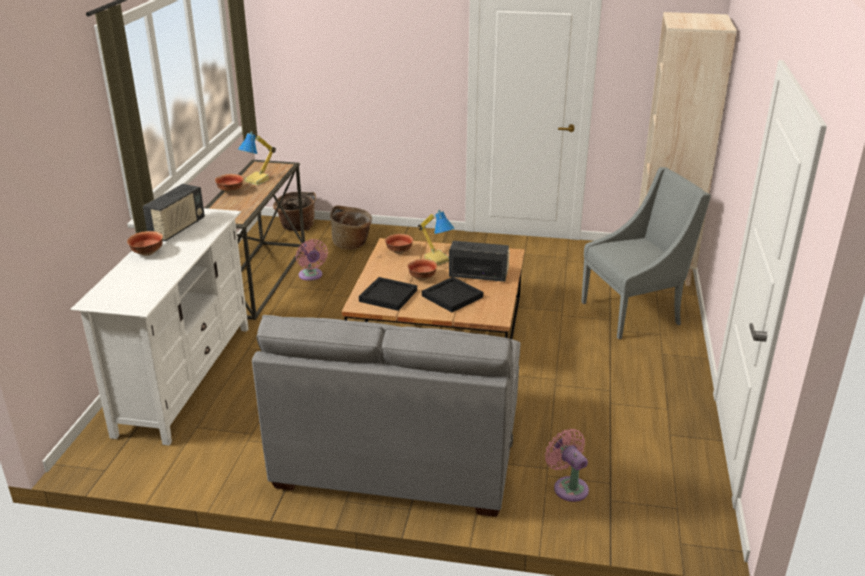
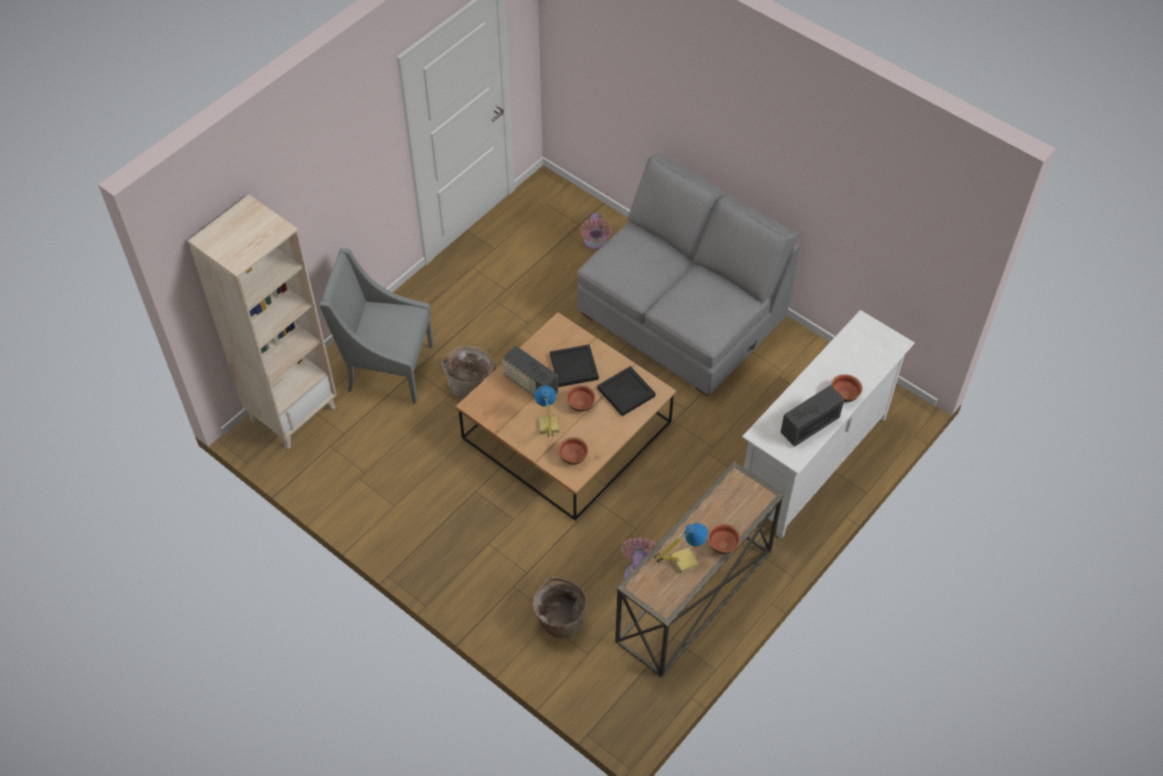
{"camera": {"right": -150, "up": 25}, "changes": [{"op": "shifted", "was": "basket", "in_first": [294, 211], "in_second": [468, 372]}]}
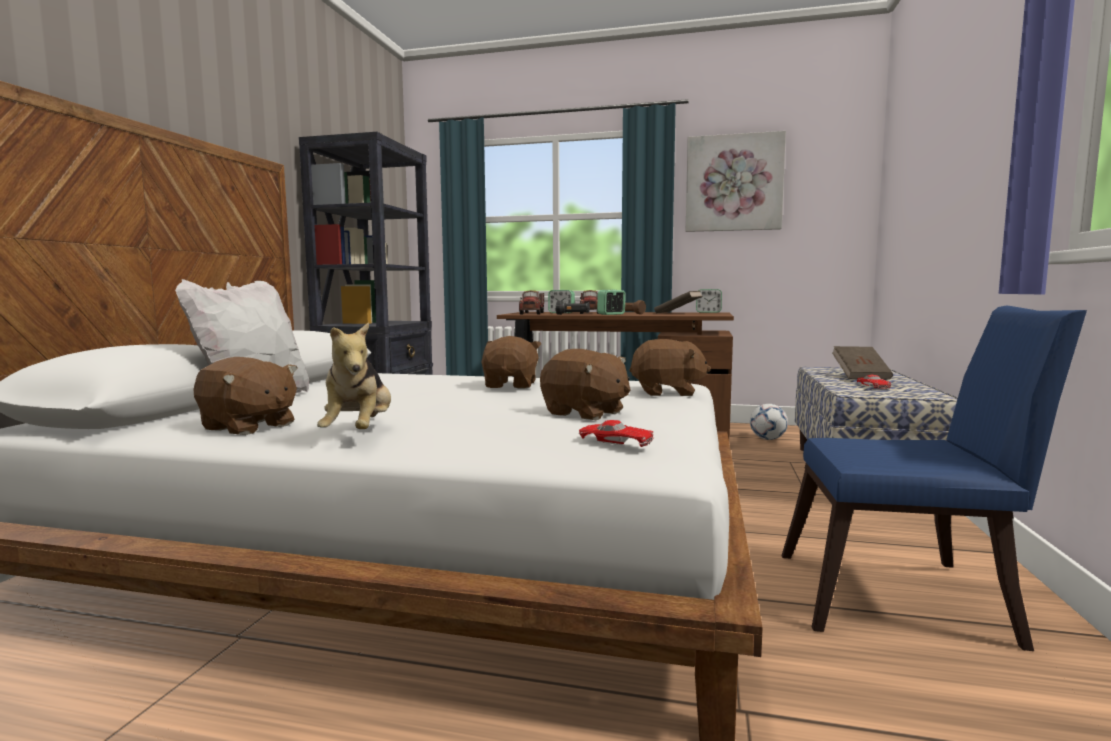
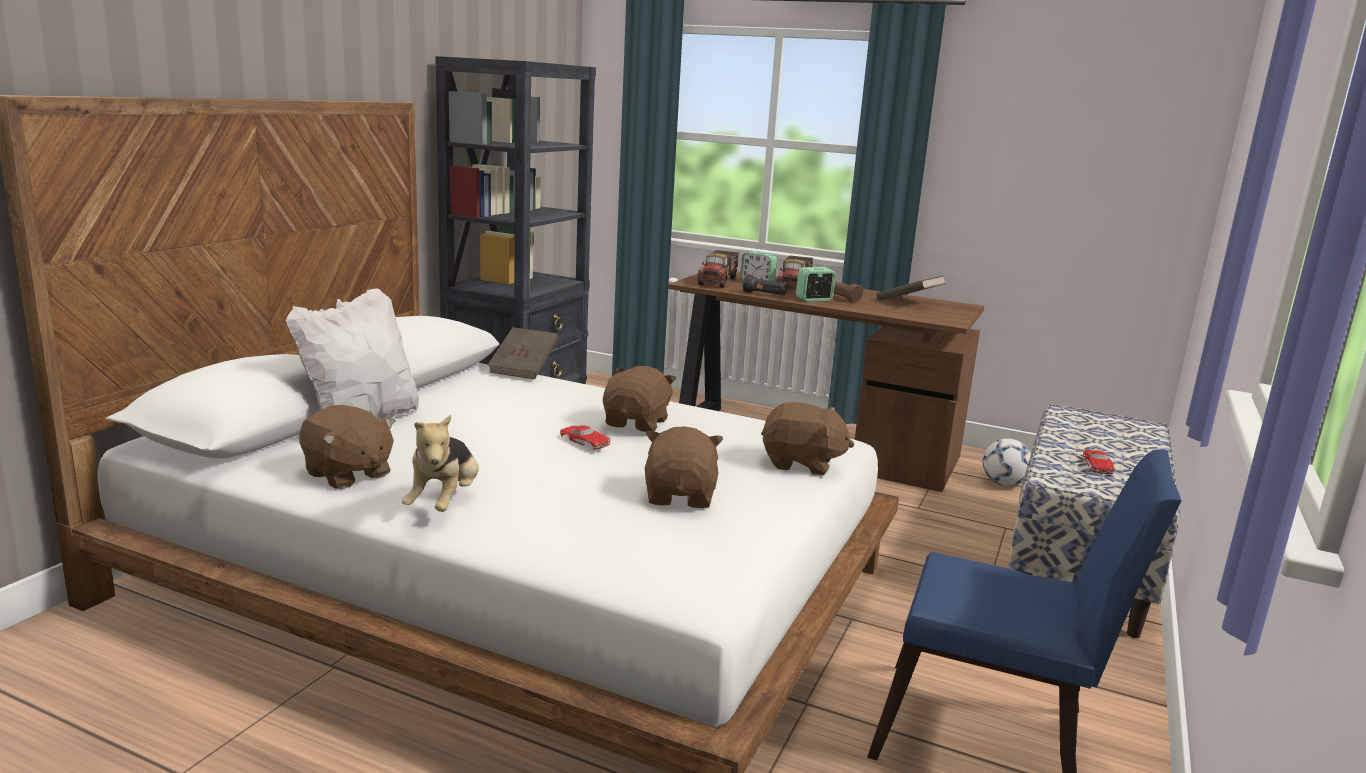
{"camera": {"right": 10, "up": 10}, "changes": [{"op": "shifted", "was": "brownish_volume", "in_first": [862, 362], "in_second": [523, 353]}, {"op": "shifted", "was": "reddish_miniature_car", "in_first": [616, 433], "in_second": [585, 438]}, {"op": "rotated", "was": "brownish_cuddly_toy", "in_first": [585, 384], "in_second": [684, 467], "clockwise": -135}, {"op": "gone", "was": "wall_picture", "in_first": [736, 181]}, {"op": "gone", "was": "alarm_clock", "in_first": [709, 301]}]}
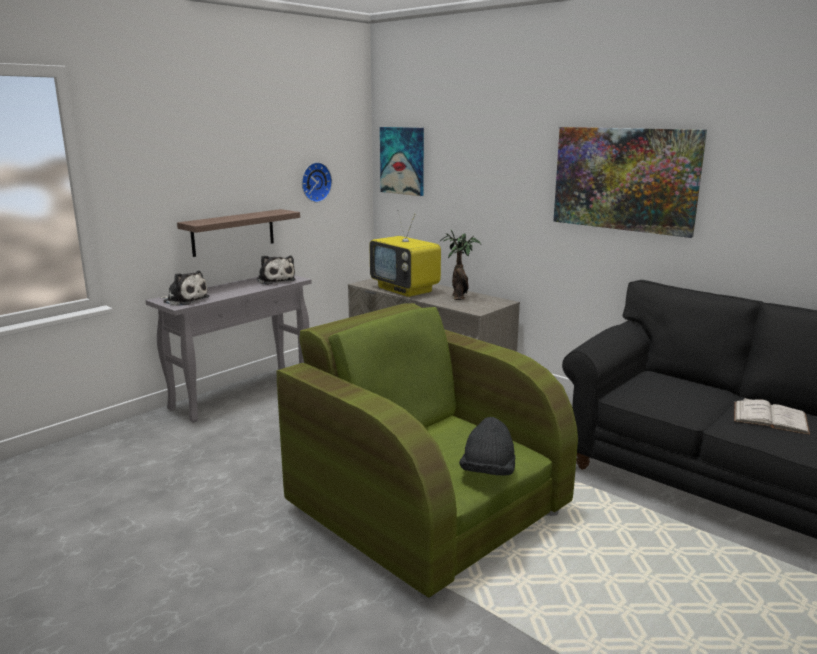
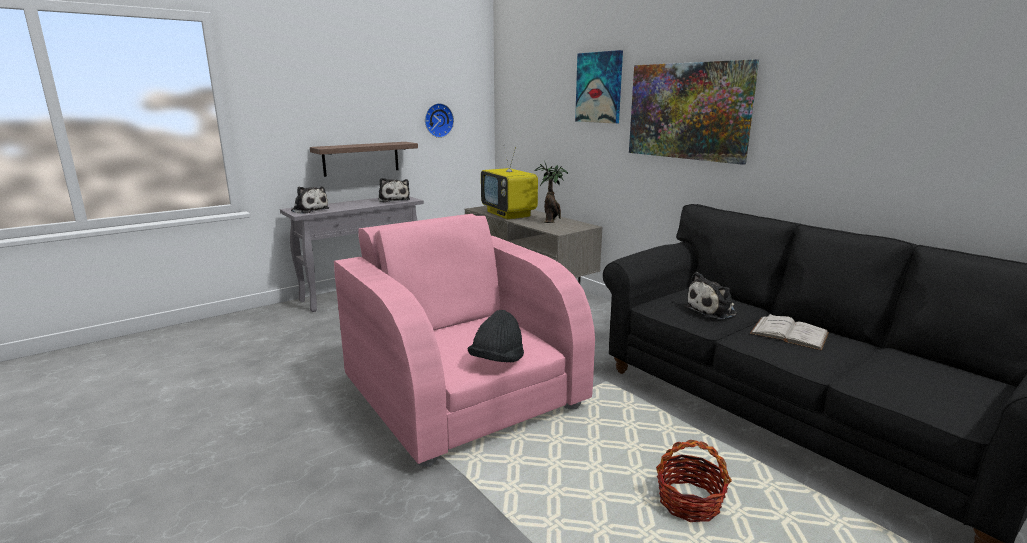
{"camera": {"right": 10, "up": 0}, "changes": [{"op": "repainted", "was": "green_easy_chair", "now": "pinkish_easy_chair", "in_first": [427, 451], "in_second": [464, 340]}, {"op": "shifted", "was": "wall_picture", "in_first": [402, 161], "in_second": [599, 87]}, {"op": "new", "now": "basket", "in_second": [694, 481]}, {"op": "new", "now": "cuddly_toy", "in_second": [710, 295]}]}
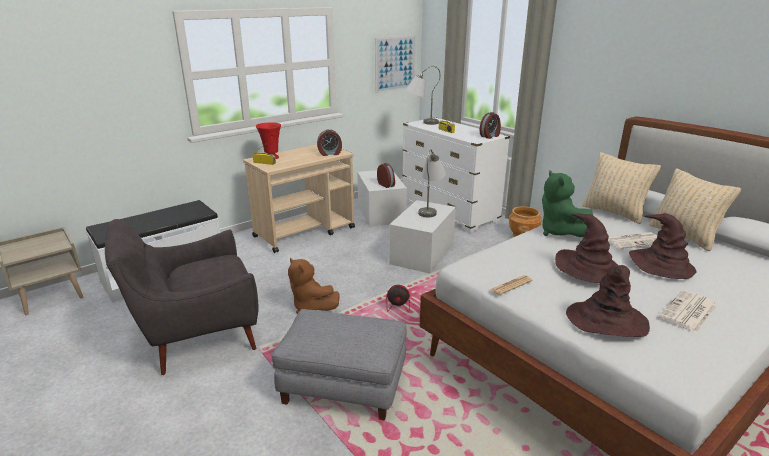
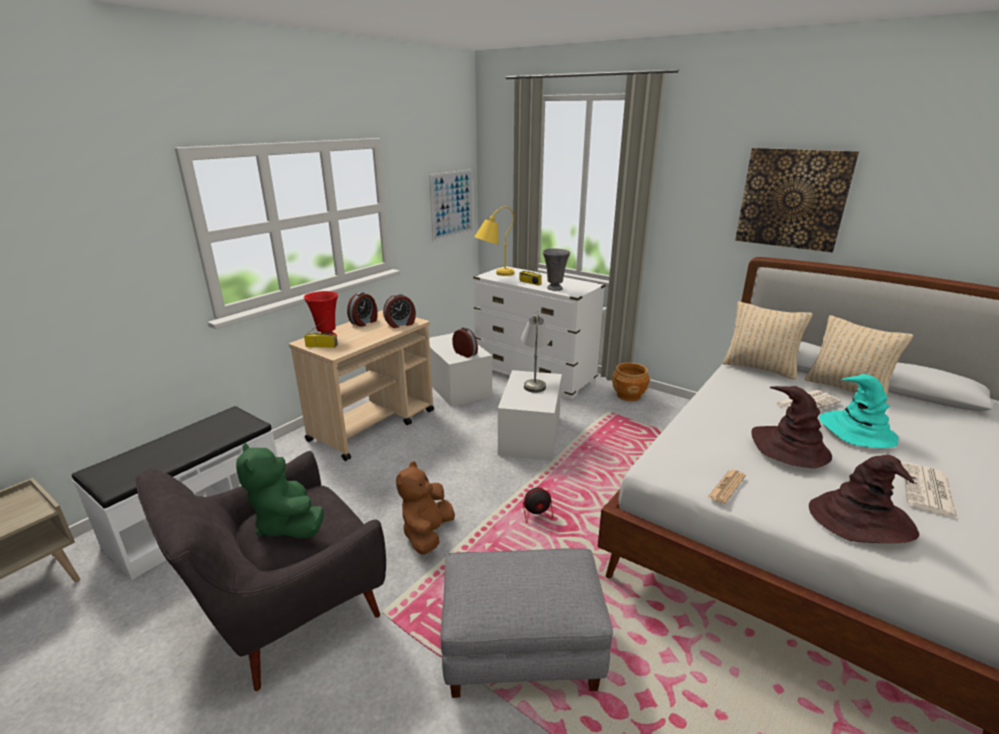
{"camera": {"right": -15, "up": 0}, "changes": [{"op": "shifted", "was": "green_cuddly_toy", "in_first": [567, 203], "in_second": [280, 490]}, {"op": "shifted", "was": "alarm_clock", "in_first": [490, 125], "in_second": [362, 309]}, {"op": "rotated", "was": "brownish_cuddly_toy", "in_first": [314, 286], "in_second": [425, 507], "clockwise": 75}, {"op": "repainted", "was": "gray_table_lamp", "now": "yellow_table_lamp", "in_first": [422, 95], "in_second": [494, 241]}, {"op": "new", "now": "gray_flower_vase", "in_second": [556, 269]}, {"op": "new", "now": "wall_picture", "in_second": [797, 200]}, {"op": "repainted", "was": "brownish_wearable_hat", "now": "turquoise_wearable_hat", "in_first": [663, 246], "in_second": [858, 411]}]}
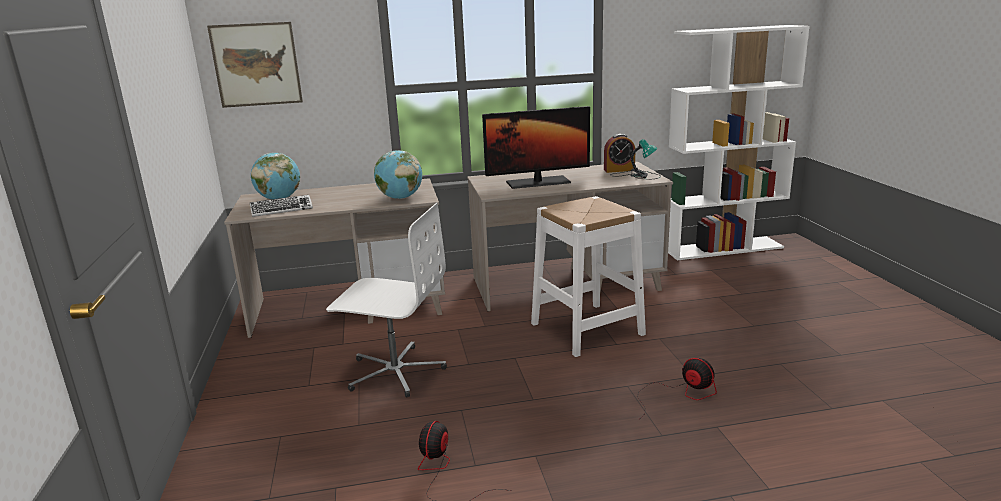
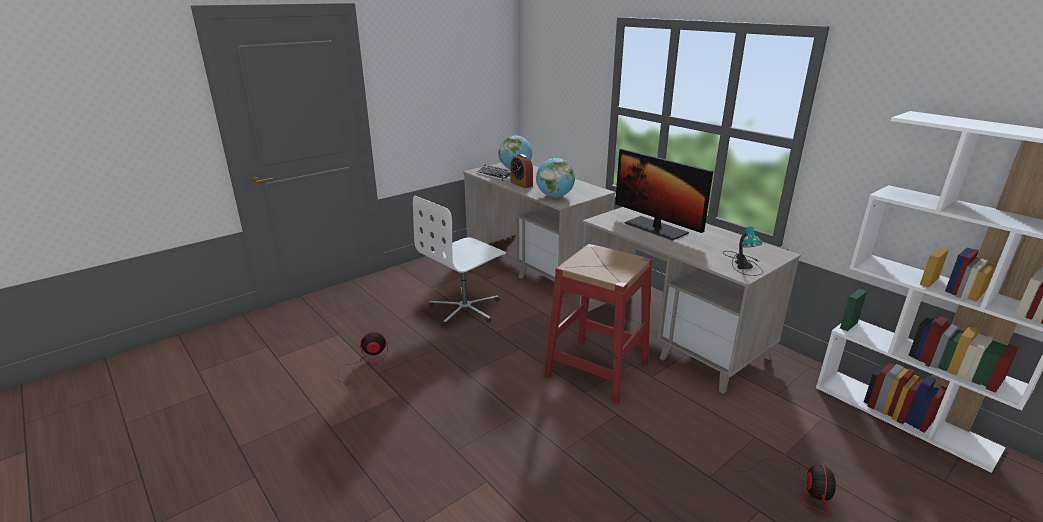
{"camera": {"right": 60, "up": 5}, "changes": [{"op": "rotated", "was": "whitish_computer_chair", "in_first": [386, 300], "in_second": [459, 261], "clockwise": 60}, {"op": "shifted", "was": "alarm_clock", "in_first": [619, 153], "in_second": [522, 171]}, {"op": "repainted", "was": "whitish_sitting_stool", "now": "reddish_sitting_stool", "in_first": [588, 276], "in_second": [598, 324]}, {"op": "shifted", "was": "cooling_fan", "in_first": [677, 389], "in_second": [784, 487]}, {"op": "gone", "was": "wall_picture", "in_first": [255, 65]}]}
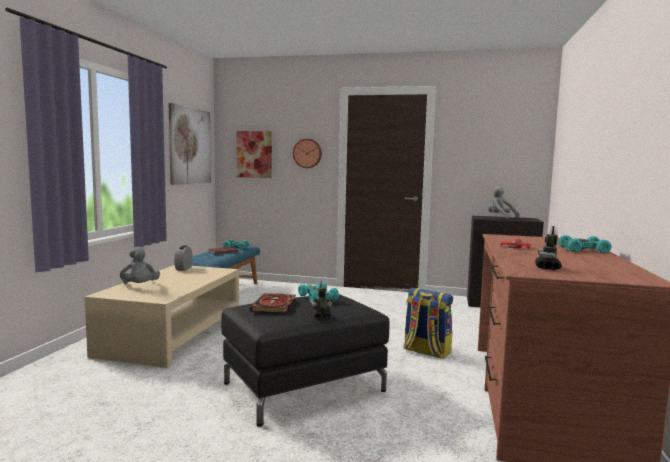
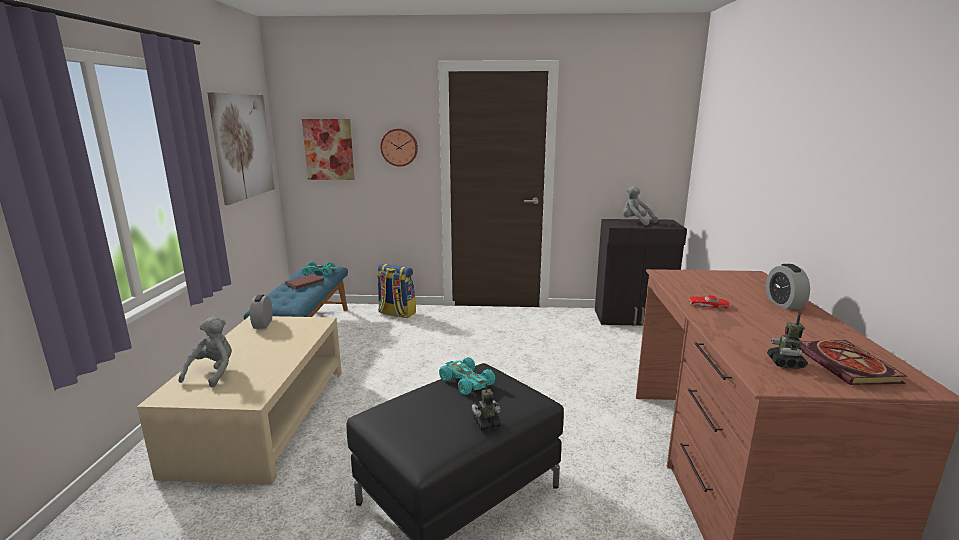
{"camera": {"right": -10, "up": 10}, "changes": [{"op": "rotated", "was": "gray_cuddly_toy", "in_first": [140, 265], "in_second": [205, 352], "clockwise": -135}, {"op": "shifted", "was": "knapsack", "in_first": [428, 323], "in_second": [396, 291]}, {"op": "swapped", "was": "turquoise_miniature_car", "now": "alarm_clock", "in_first": [584, 244], "in_second": [788, 286]}, {"op": "shifted", "was": "volume", "in_first": [273, 303], "in_second": [854, 362]}]}
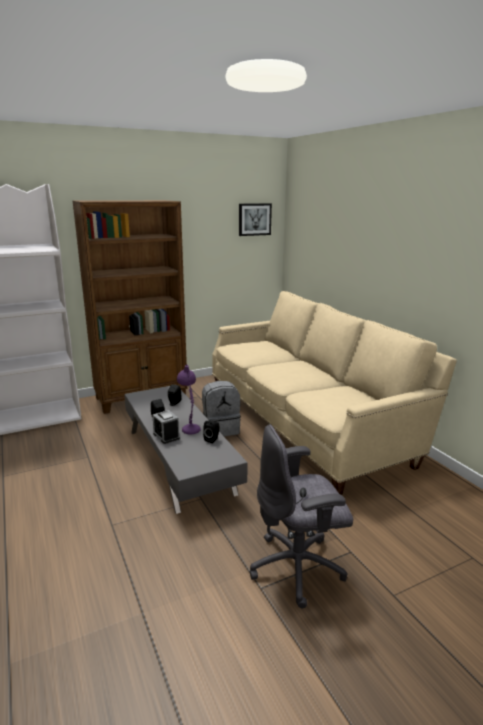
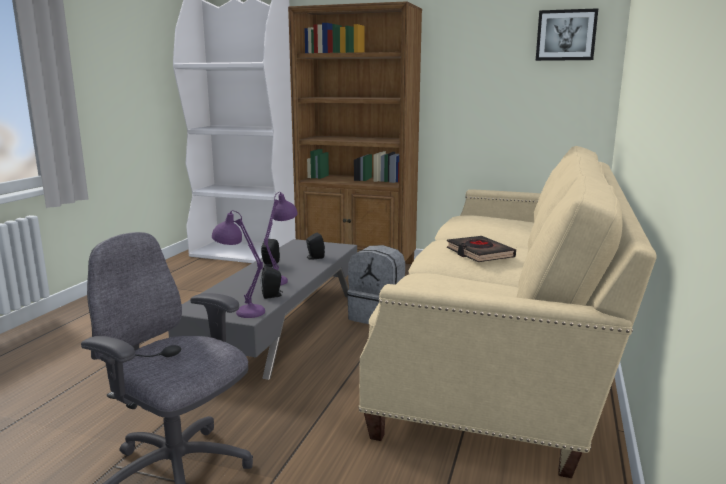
{"camera": {"right": 45, "up": -5}, "changes": [{"op": "new", "now": "purplish_table_lamp", "in_second": [238, 264]}, {"op": "new", "now": "black_volume", "in_second": [481, 249]}, {"op": "gone", "was": "alarm_clock", "in_first": [166, 427]}]}
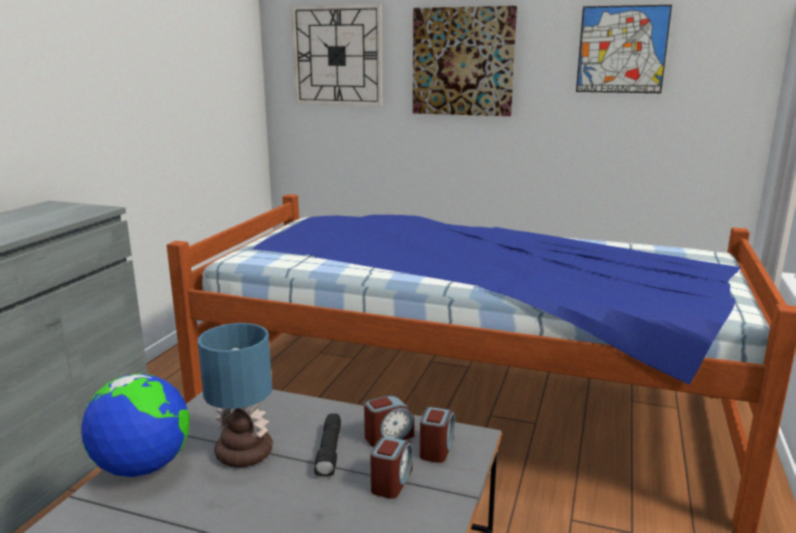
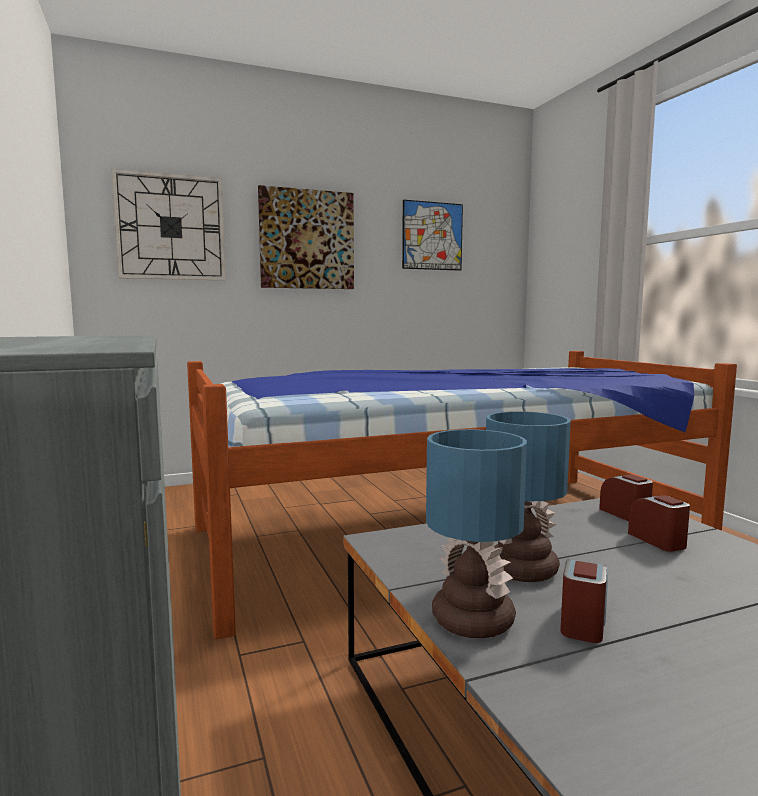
{"camera": {"right": -40, "up": -10}, "changes": [{"op": "swapped", "was": "world_globe", "now": "table_lamp", "in_first": [135, 425], "in_second": [476, 533]}, {"op": "shifted", "was": "alarm_clock", "in_first": [389, 421], "in_second": [584, 601]}, {"op": "gone", "was": "black_torch", "in_first": [327, 444]}]}
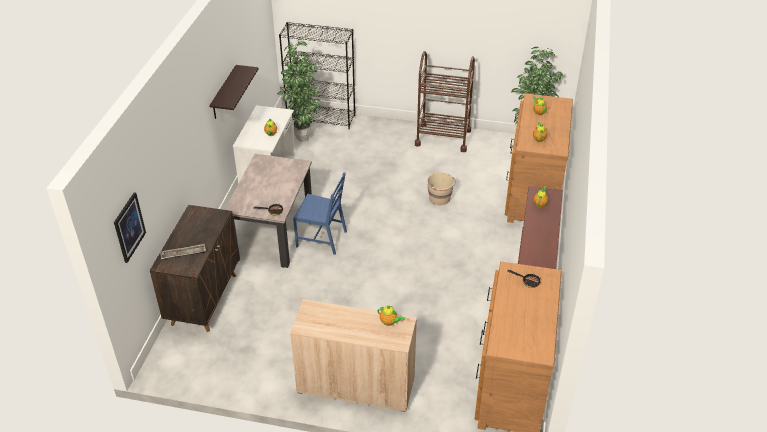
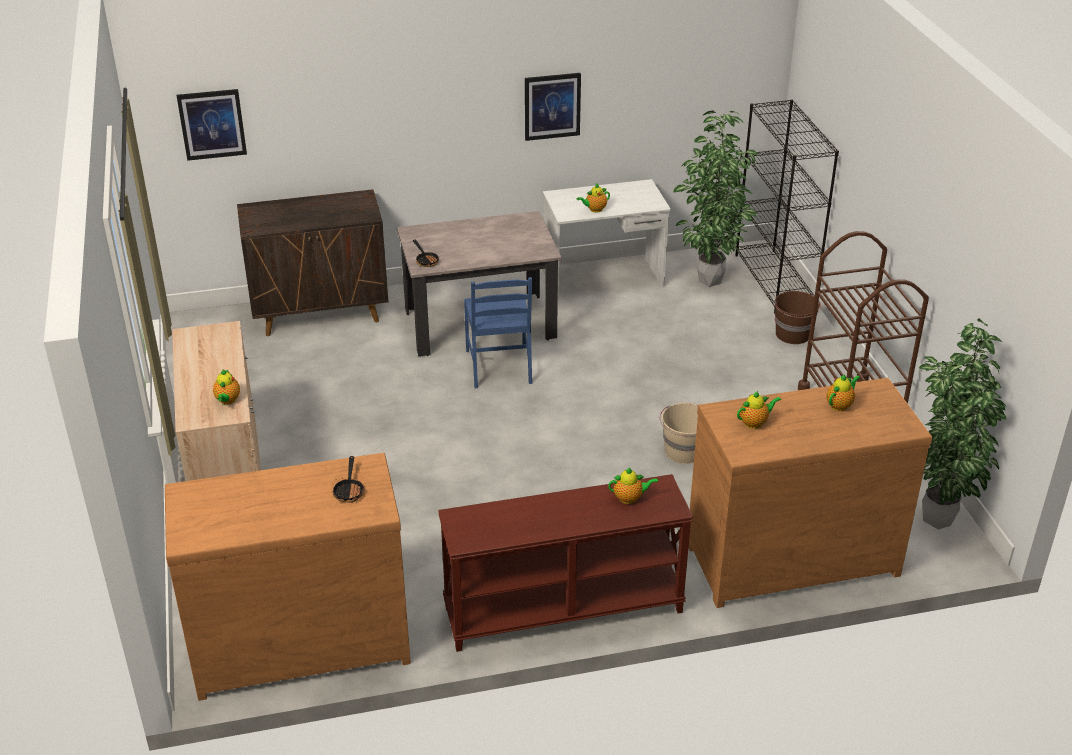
{"camera": {"right": 65, "up": -5}, "changes": [{"op": "swapped", "was": "bracket_shelf", "now": "wall_picture", "in_first": [234, 92], "in_second": [553, 107]}, {"op": "new", "now": "brownish_pail", "in_second": [797, 317]}, {"op": "gone", "was": "serving_tray", "in_first": [183, 251]}]}
